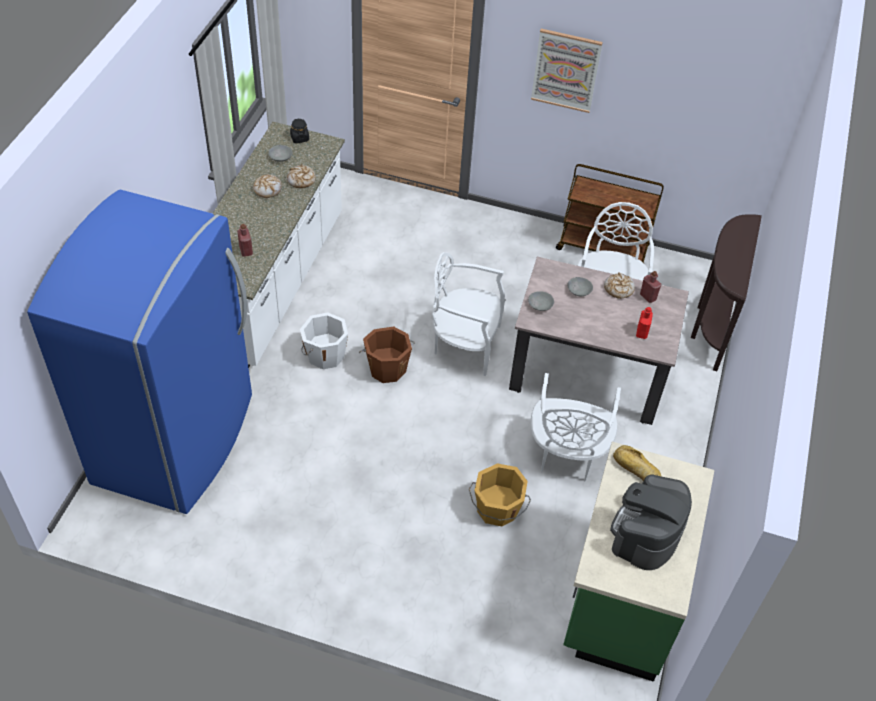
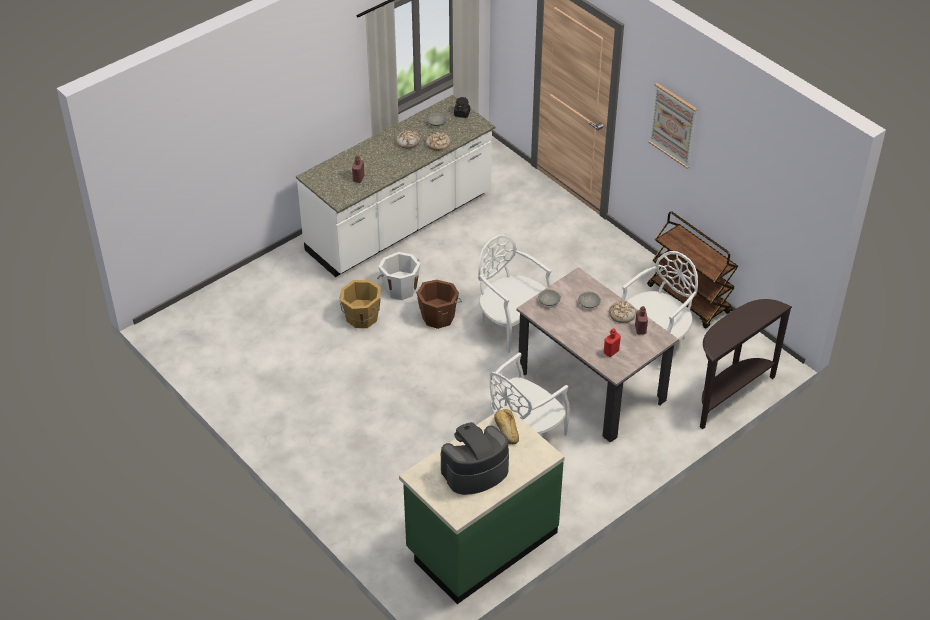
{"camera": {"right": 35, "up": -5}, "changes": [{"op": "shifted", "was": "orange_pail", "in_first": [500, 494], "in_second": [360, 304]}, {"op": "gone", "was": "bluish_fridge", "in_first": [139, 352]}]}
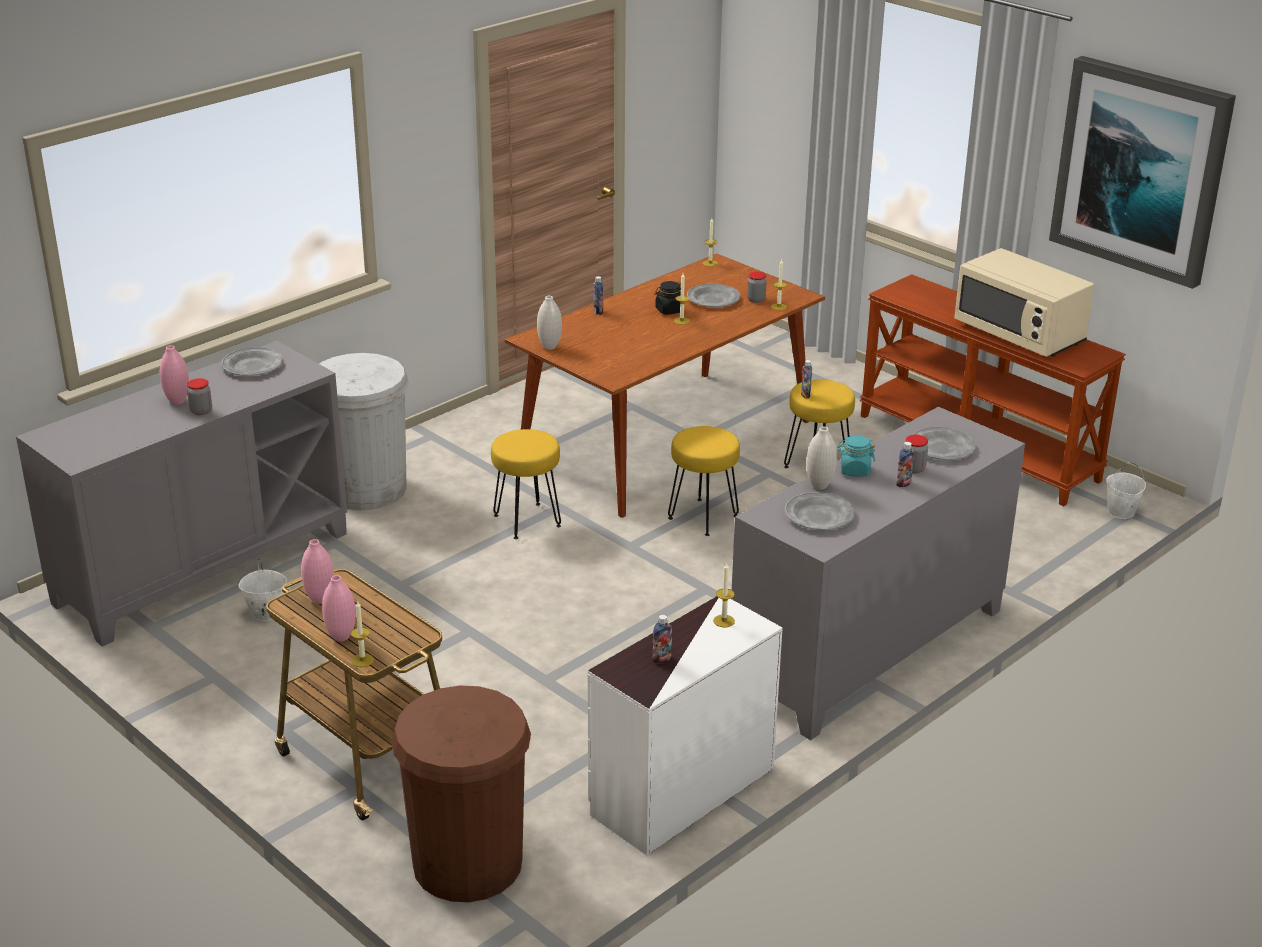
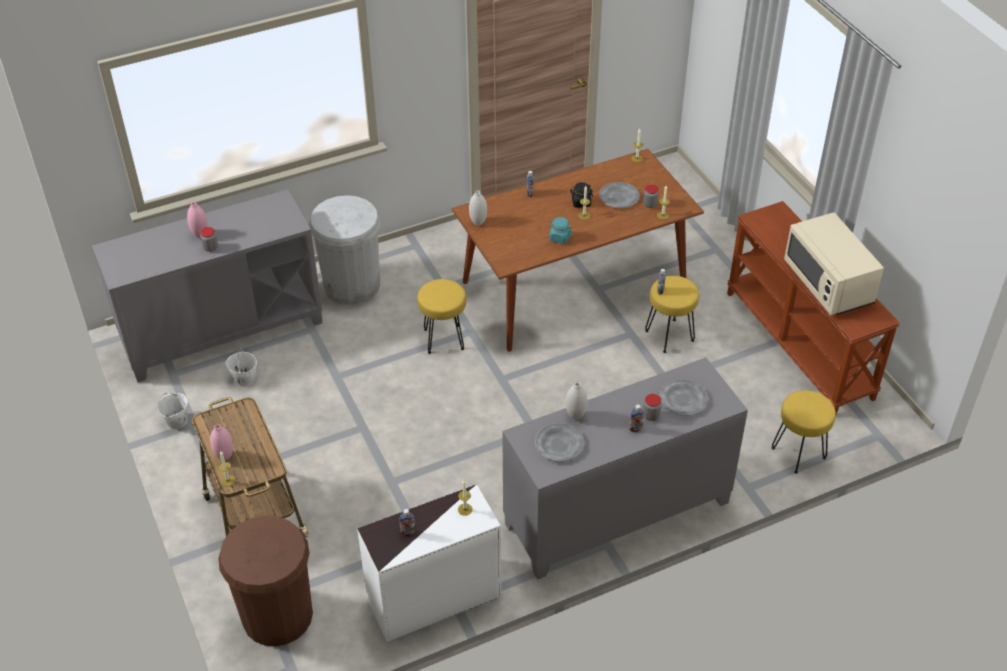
{"camera": {"right": 20, "up": 15}, "changes": [{"op": "shifted", "was": "whitish_pail", "in_first": [1126, 490], "in_second": [172, 410]}, {"op": "shifted", "was": "turquoise_storage_jar", "in_first": [856, 455], "in_second": [560, 230]}, {"op": "shifted", "was": "yellow_sitting_stool", "in_first": [704, 481], "in_second": [804, 432]}, {"op": "gone", "was": "gray_dinner_plate", "in_first": [252, 361]}, {"op": "gone", "was": "pinkish_flower_vase", "in_first": [317, 571]}, {"op": "gone", "was": "wall_picture", "in_first": [1142, 172]}]}
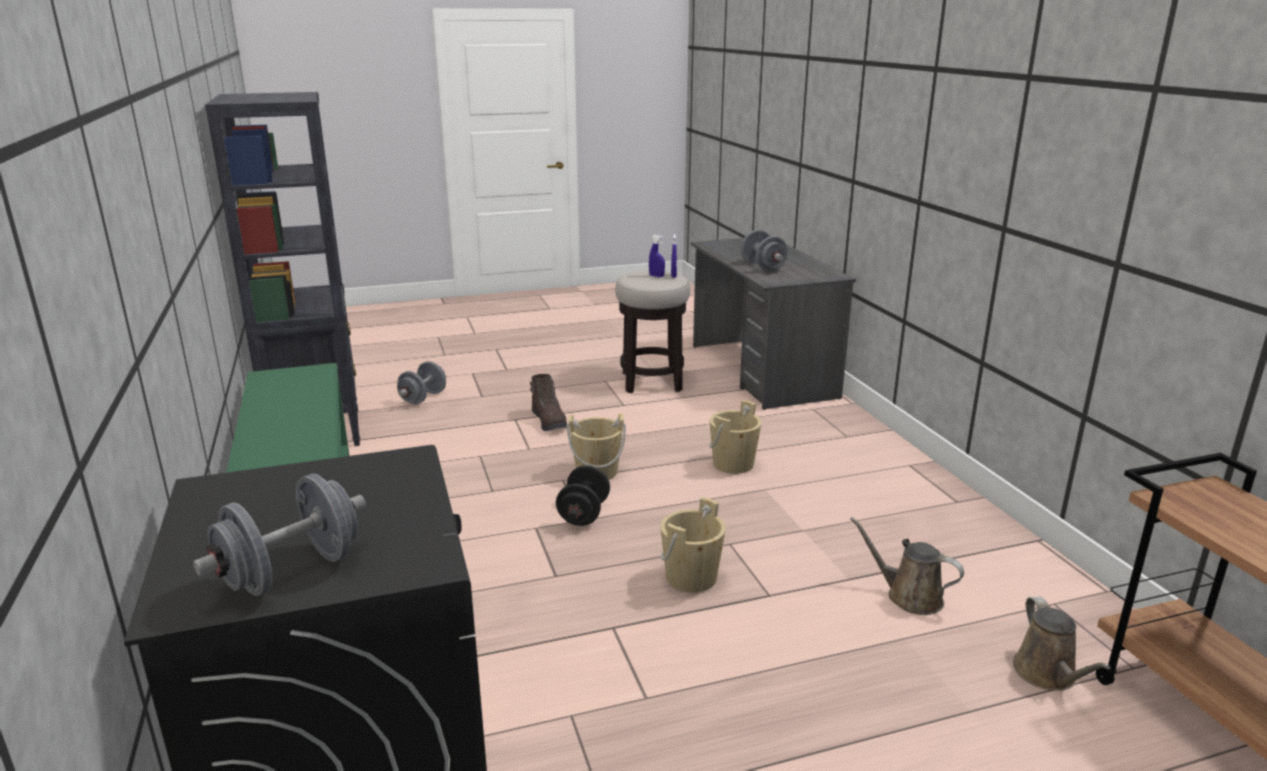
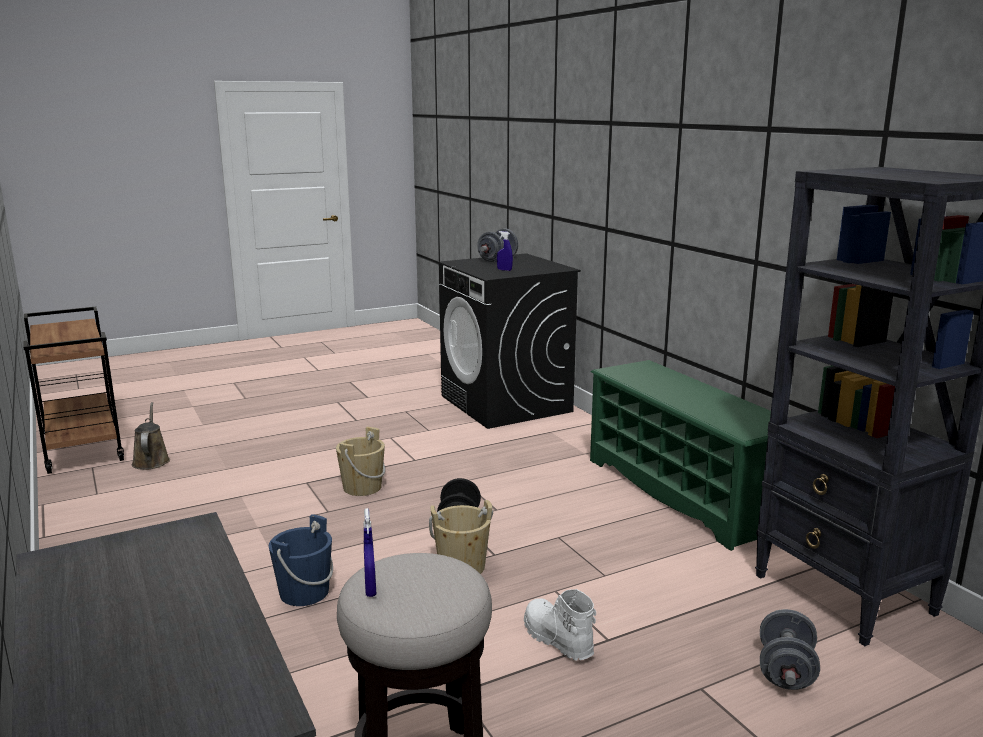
{"camera": {"right": 170, "up": -5}, "changes": [{"op": "repainted", "was": "sand-coloured_pail", "now": "bluish_pail", "in_first": [735, 437], "in_second": [301, 560]}, {"op": "shifted", "was": "bluish_spray_bottle", "in_first": [657, 256], "in_second": [505, 251]}, {"op": "repainted", "was": "brownish_high-top_boot", "now": "whitish_high-top_boot", "in_first": [548, 402], "in_second": [560, 624]}, {"op": "gone", "was": "gray_free_weight", "in_first": [764, 250]}, {"op": "gone", "was": "brownish_watering_pot", "in_first": [907, 566]}]}
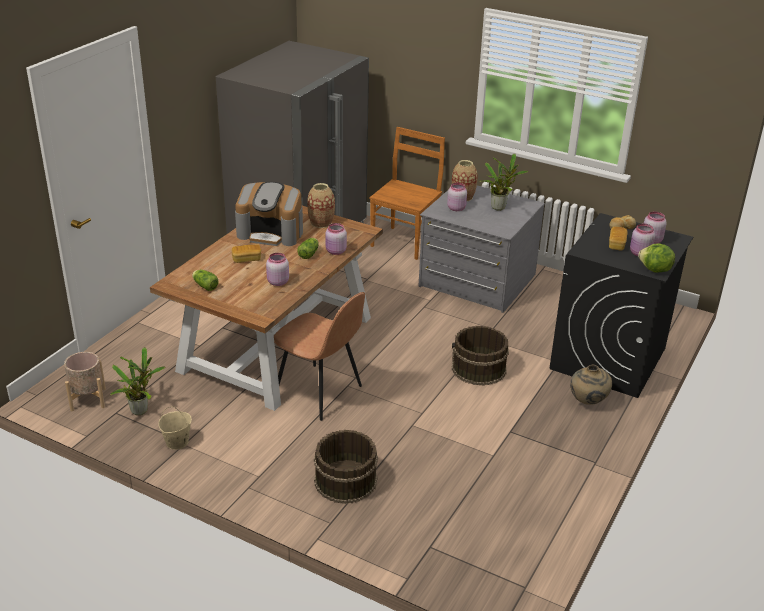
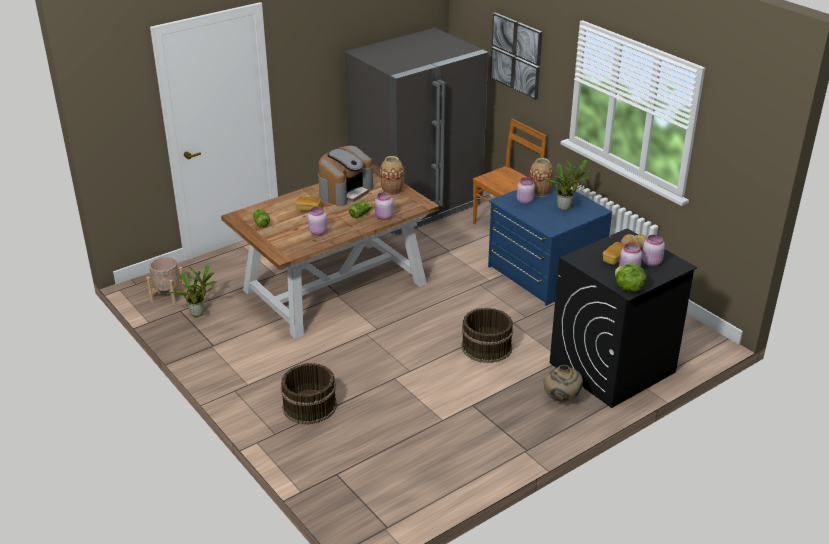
{"camera": {"right": 25, "up": 0}, "changes": [{"op": "rotated", "was": "coffee_machine", "in_first": [269, 214], "in_second": [345, 176], "clockwise": -90}, {"op": "repainted", "was": "gray_drawer_chest", "now": "bluish_drawer_chest", "in_first": [481, 249], "in_second": [550, 242]}, {"op": "new", "now": "wall_picture", "in_second": [516, 56]}, {"op": "gone", "was": "sand-coloured_pail", "in_first": [175, 428]}, {"op": "gone", "was": "brownish_plain_chair", "in_first": [319, 356]}]}
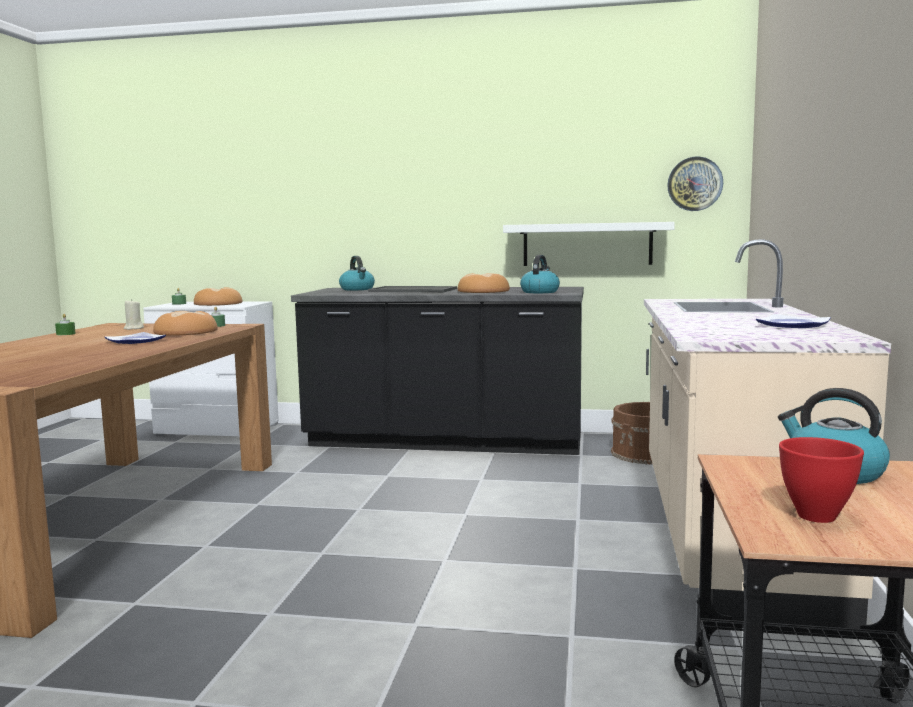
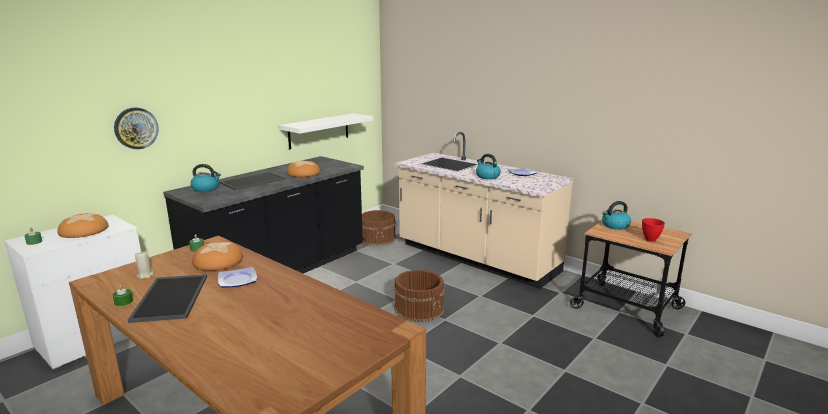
{"camera": {"right": -60, "up": 10}, "changes": [{"op": "shifted", "was": "wall_clock", "in_first": [695, 183], "in_second": [136, 128]}, {"op": "new", "now": "serving_tray", "in_second": [167, 298]}, {"op": "new", "now": "brownish_pail", "in_second": [419, 296]}, {"op": "shifted", "was": "water_kettle", "in_first": [540, 274], "in_second": [488, 166]}]}
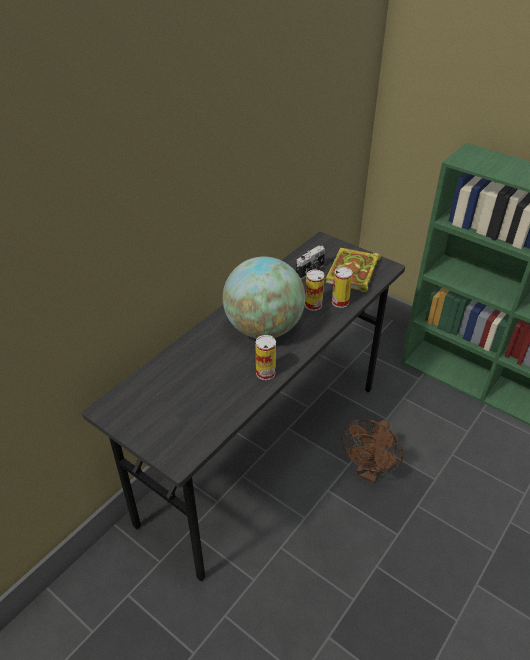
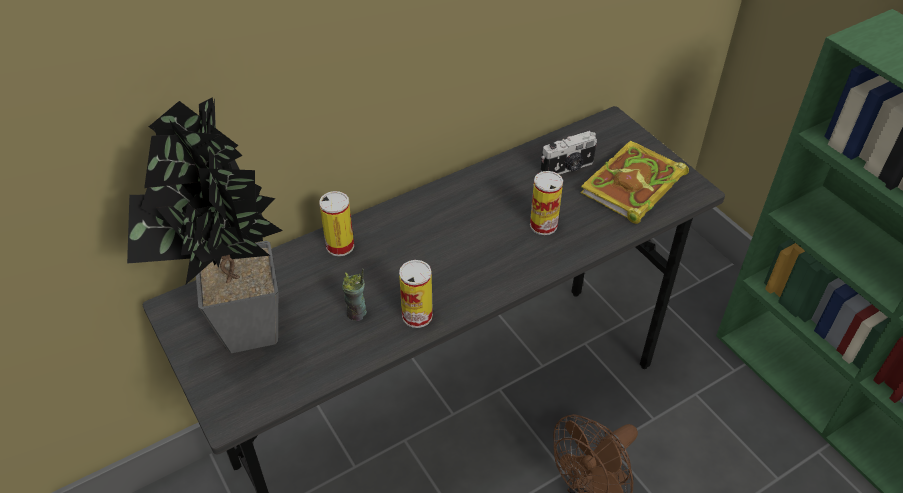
{"camera": {"right": 20, "up": 5}, "changes": [{"op": "new", "now": "houseplant", "in_second": [205, 225]}, {"op": "shifted", "was": "metal_can", "in_first": [342, 287], "in_second": [336, 223]}, {"op": "new", "now": "cup", "in_second": [354, 295]}, {"op": "gone", "was": "world_globe", "in_first": [264, 297]}]}
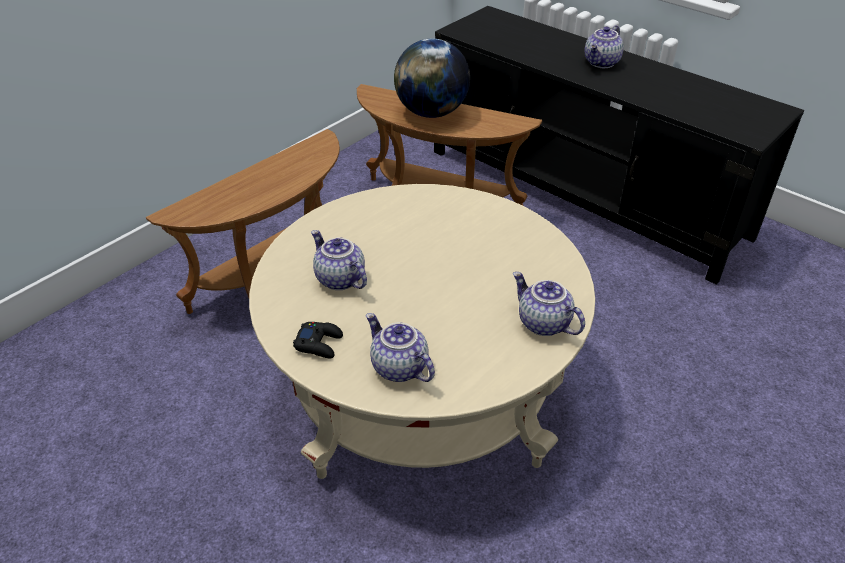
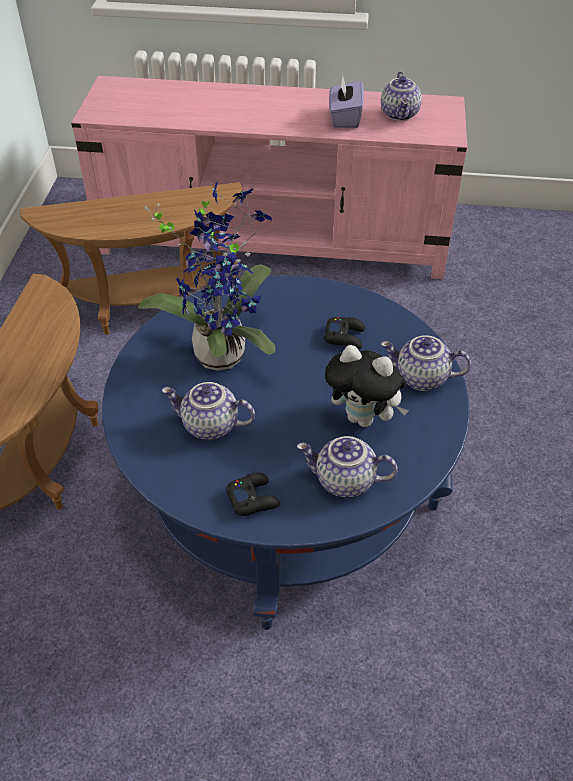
{"camera": {"right": -35, "up": 5}, "changes": [{"op": "repainted", "was": "black_media_console", "now": "pinkish_media_console", "in_first": [619, 145], "in_second": [269, 177]}, {"op": "repainted", "was": "sand-coloured_coffee_table", "now": "bluish_coffee_table", "in_first": [422, 331], "in_second": [286, 452]}, {"op": "new", "now": "houseplant", "in_second": [207, 276]}, {"op": "new", "now": "black_joypad", "in_second": [344, 333]}, {"op": "new", "now": "cuddly_toy", "in_second": [367, 386]}, {"op": "new", "now": "purplish_tissue_holder", "in_second": [346, 102]}, {"op": "shifted", "was": "pot_for_tea", "in_first": [604, 46], "in_second": [401, 96]}, {"op": "gone", "was": "world_globe", "in_first": [432, 78]}]}
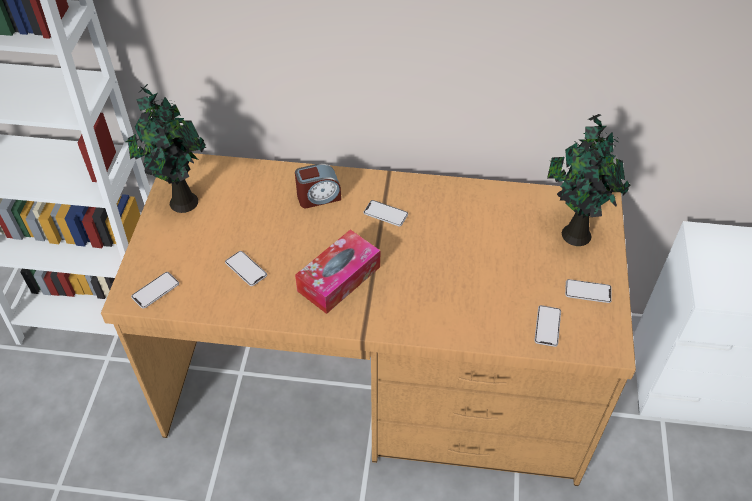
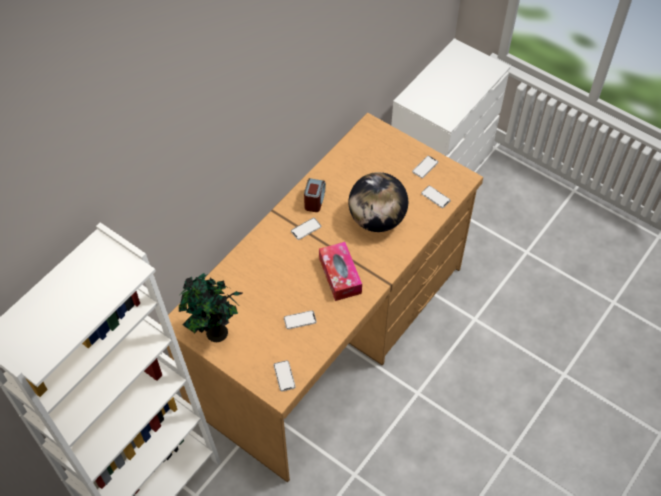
{"camera": {"right": -60, "up": 5}, "changes": [{"op": "shifted", "was": "alarm_clock", "in_first": [318, 185], "in_second": [315, 195]}, {"op": "new", "now": "world_globe", "in_second": [378, 202]}, {"op": "gone", "was": "houseplant", "in_first": [589, 180]}]}
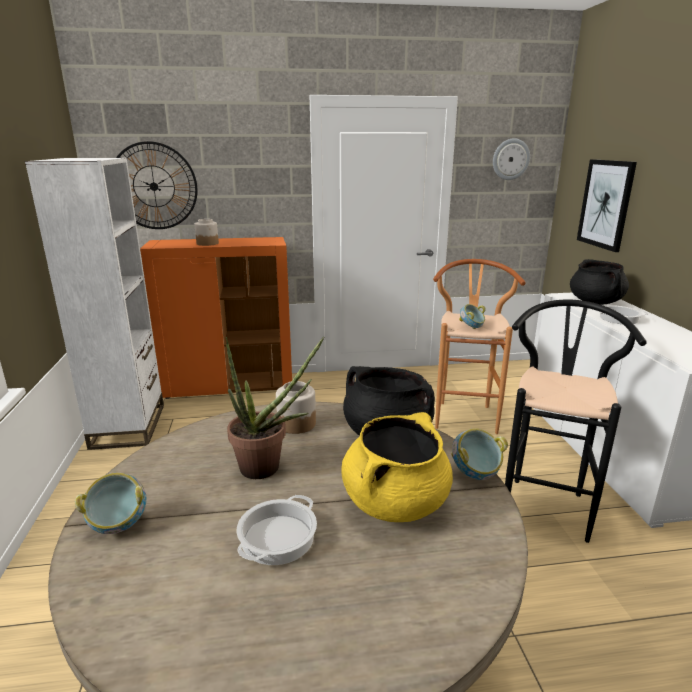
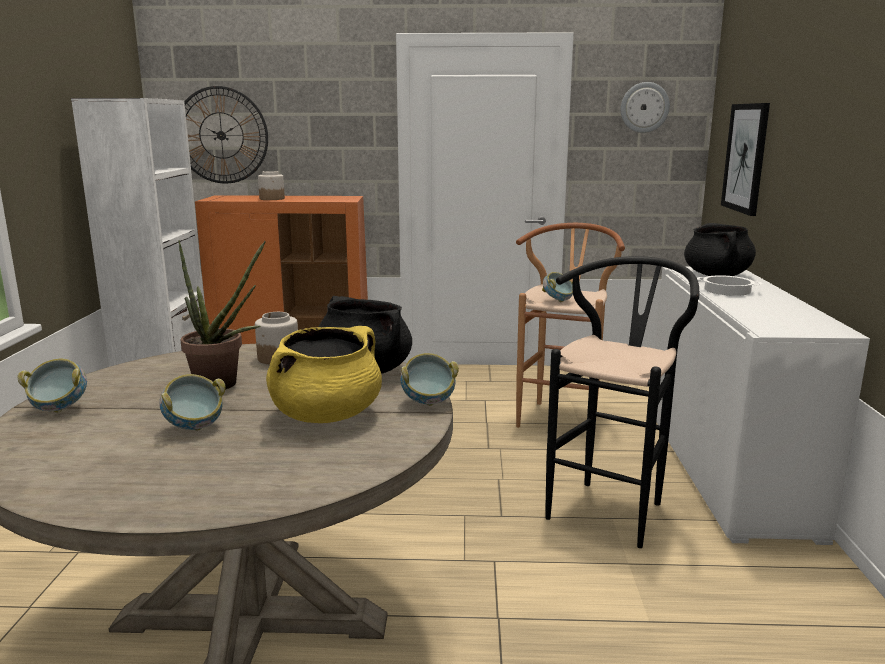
{"camera": {"right": 10, "up": -5}, "changes": [{"op": "swapped", "was": "stockpot", "now": "deep_dish", "in_first": [276, 530], "in_second": [192, 402]}]}
